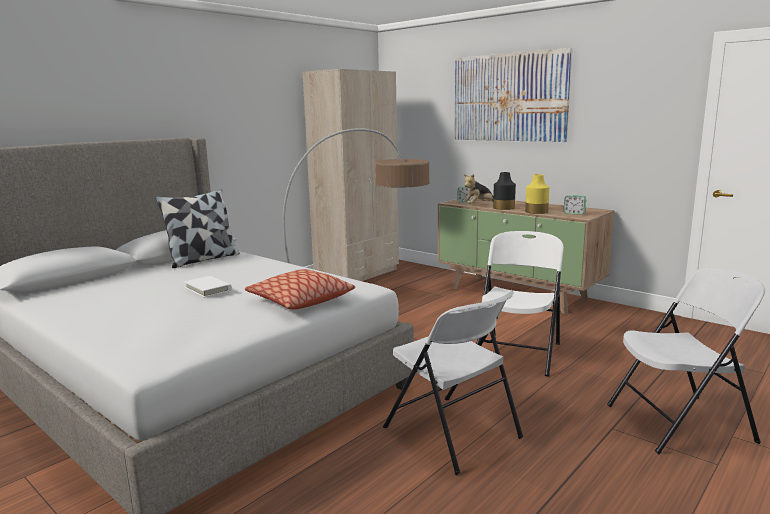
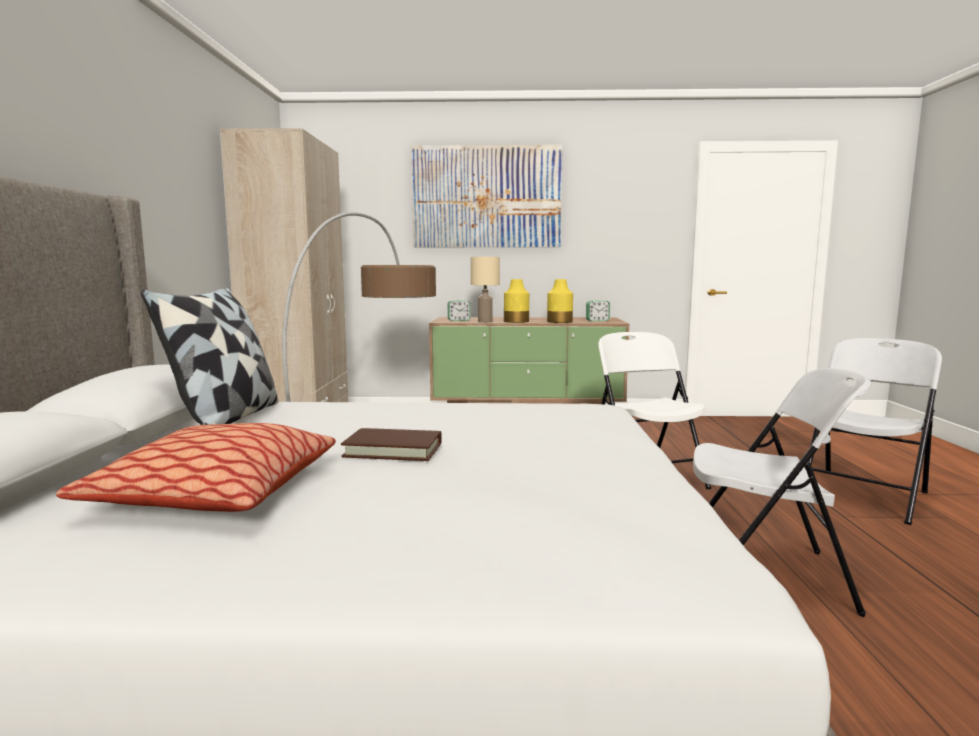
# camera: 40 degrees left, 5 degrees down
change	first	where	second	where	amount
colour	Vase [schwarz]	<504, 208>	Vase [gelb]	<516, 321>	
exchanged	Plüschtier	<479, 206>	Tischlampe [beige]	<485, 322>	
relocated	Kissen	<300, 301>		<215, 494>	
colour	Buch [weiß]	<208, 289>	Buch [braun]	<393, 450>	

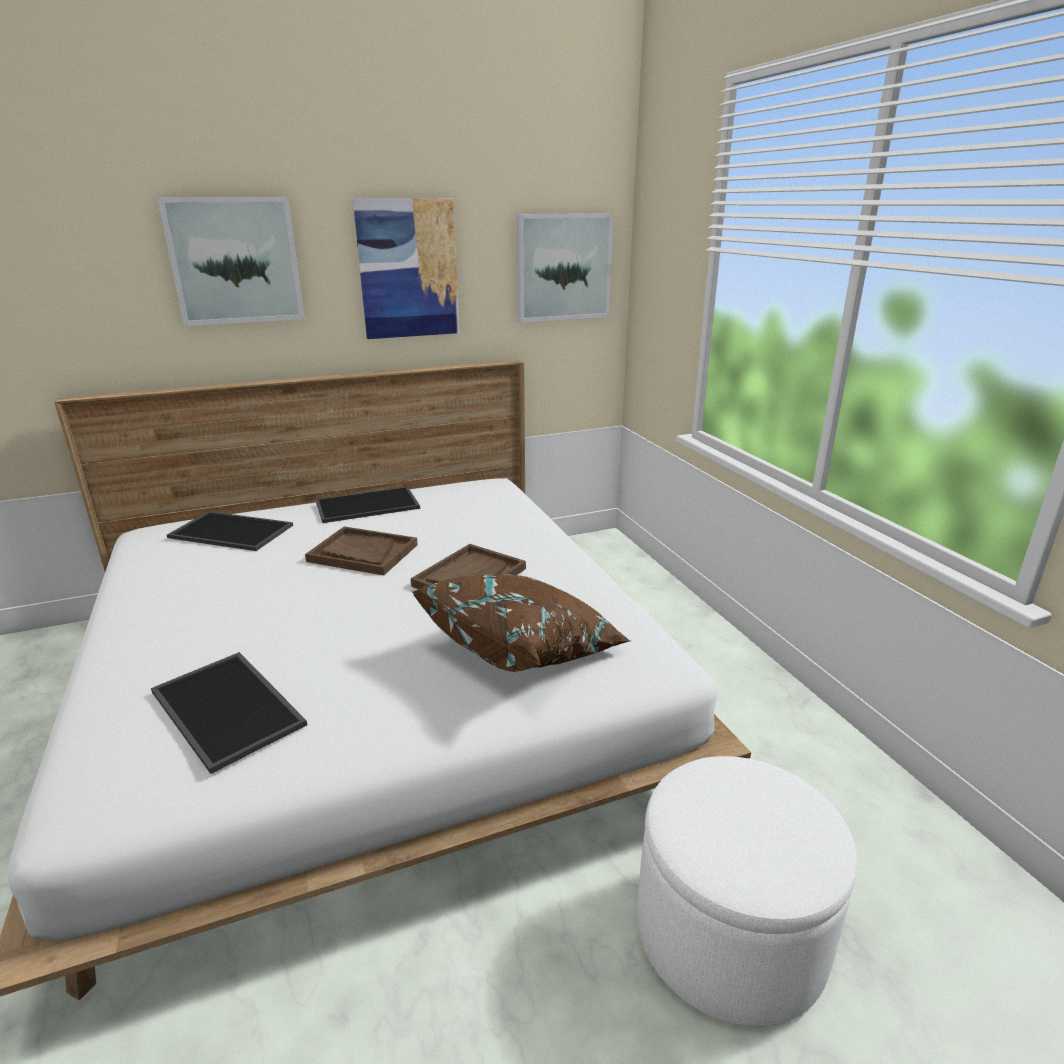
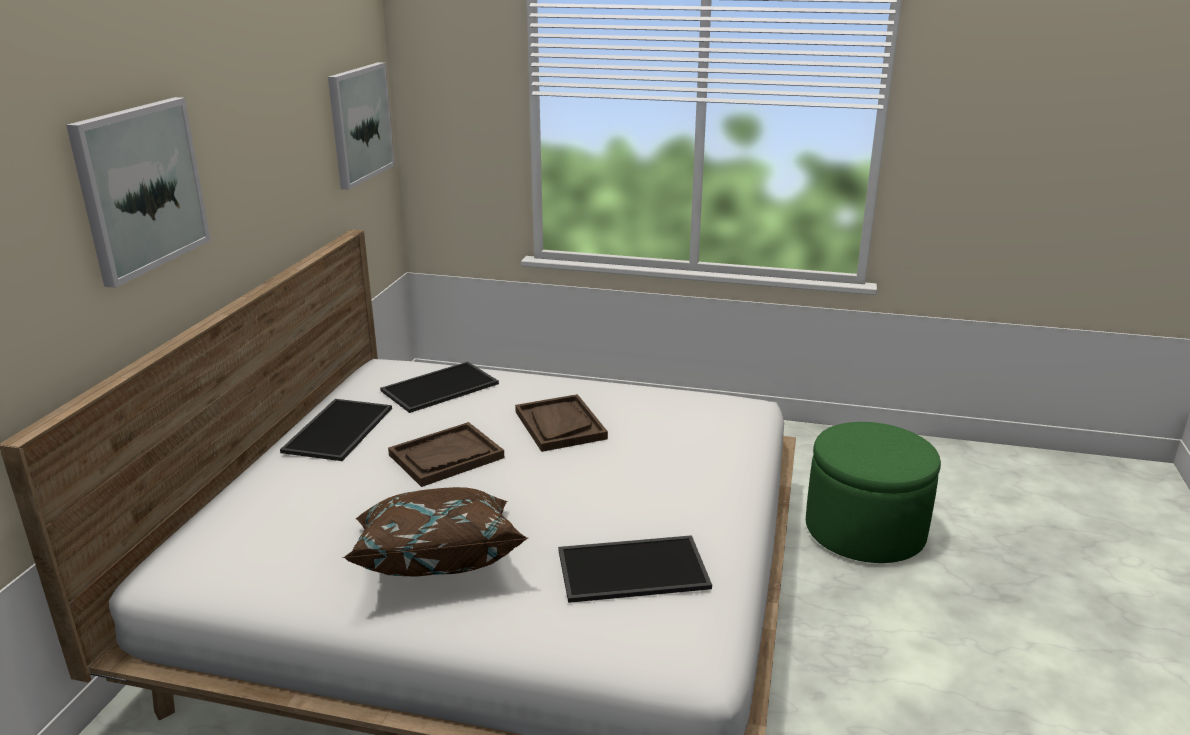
# camera: 55 degrees left, 0 degrees up
change	first	where	second	where	amount
missing	Bild	<408, 269>			
relocated	Tablett	<229, 532>		<440, 388>	
relocated	Kissen [braun]	<524, 649>		<437, 557>	
colour	Polsterhocker [weiß]	<729, 933>	Polsterhocker [grün]	<864, 531>	

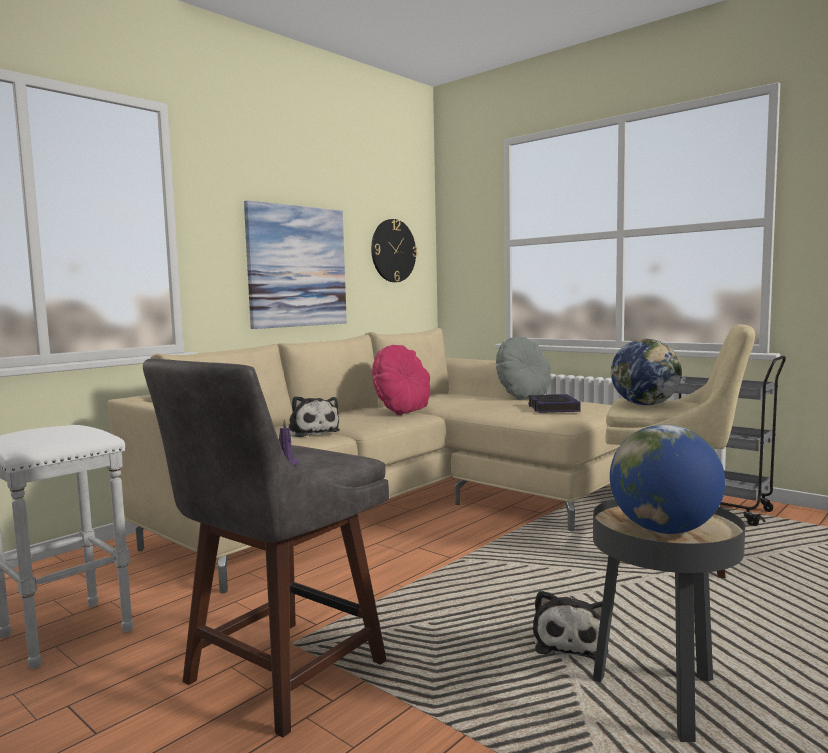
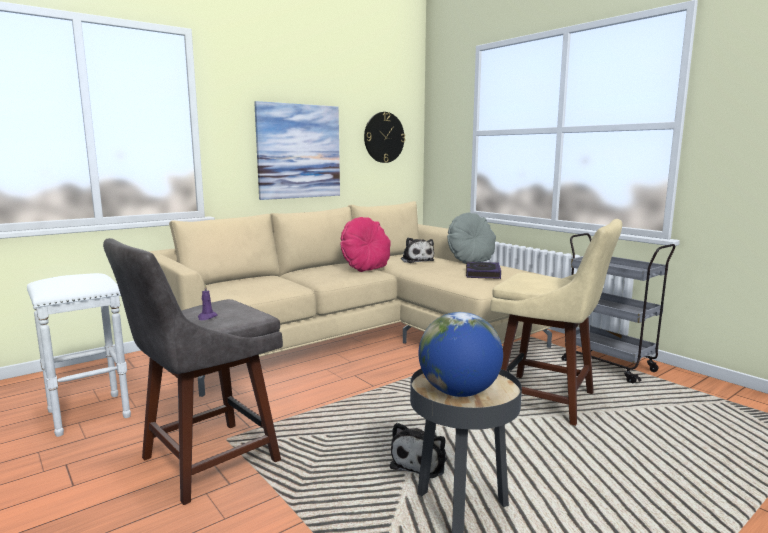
# camera: 10 degrees right, 5 degrees up
change	first	where	second	where	amount
missing	Globus	<645, 404>			
relocated	Plüschtier	<312, 432>		<416, 260>	

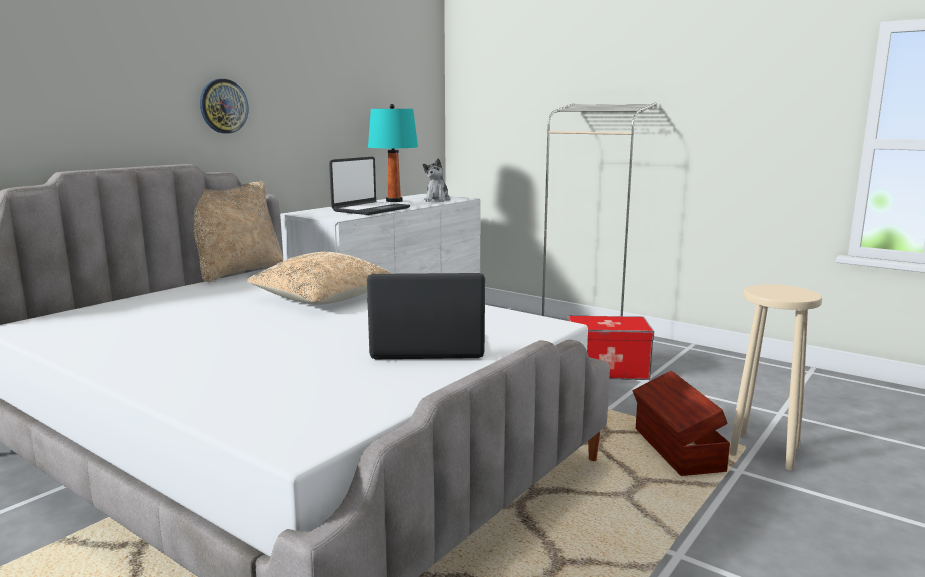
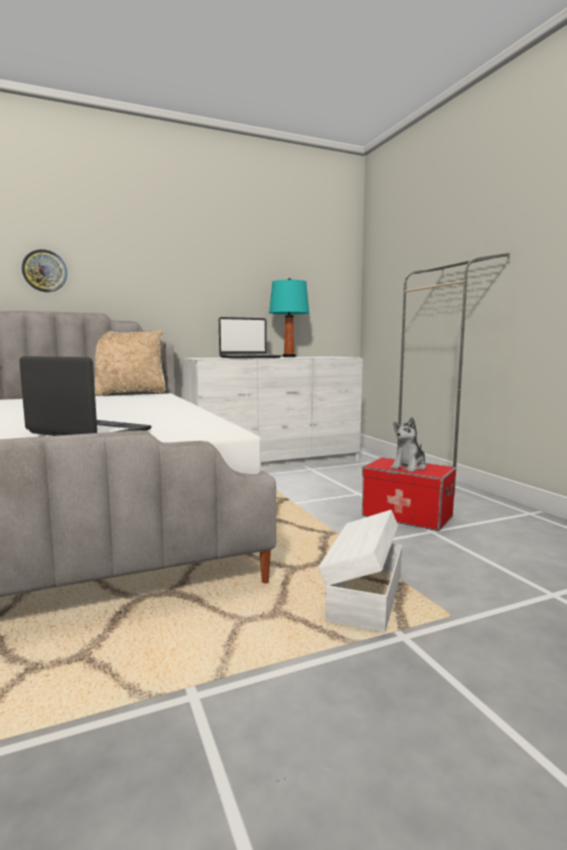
# camera: 30 degrees right, 5 degrees down
change	first	where	second	where	amount
relocated	Wanduhr	<223, 106>		<44, 271>	
relocated	Plüschtier	<437, 200>		<409, 467>	
missing	Kissen [beige]	<324, 296>			
missing	Hocker [beige]	<763, 451>			
colour	Aufbewahrungsbox [braun]	<677, 450>	Aufbewahrungsbox [weiß]	<364, 597>	

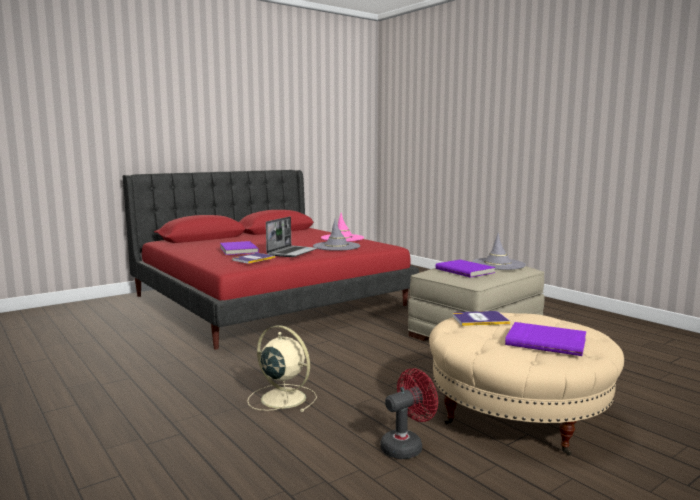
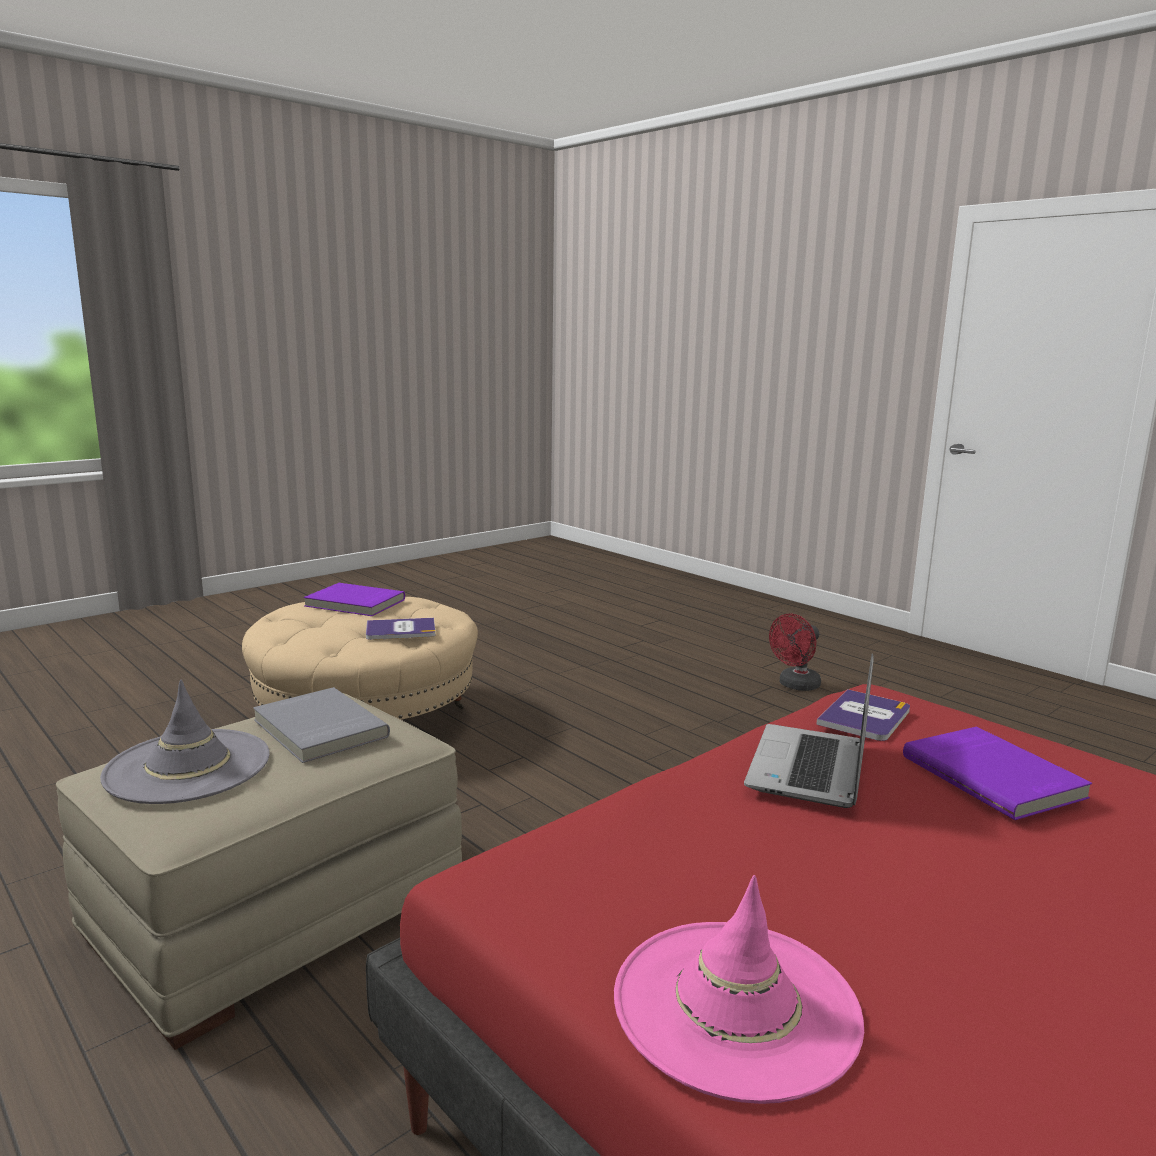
# camera: 175 degrees right, 5 degrees up
change	first	where	second	where	amount
missing	Hut [grau]	<336, 246>			
colour	Buch [lila]	<465, 270>	Buch [grau]	<318, 729>	
missing	Ventilator [beige]	<281, 398>			
relocated	Ventilator [rot]	<406, 446>		<795, 686>	

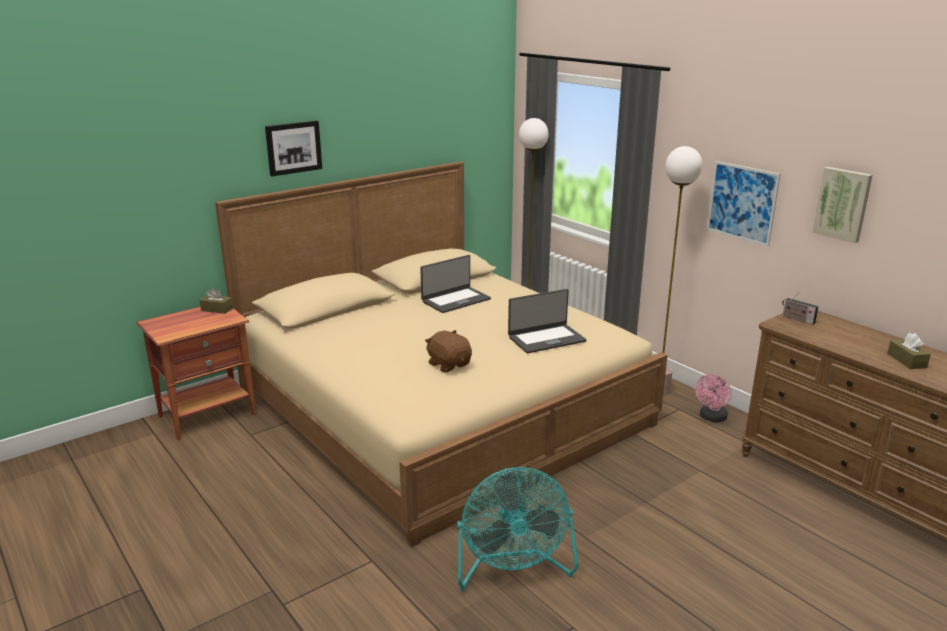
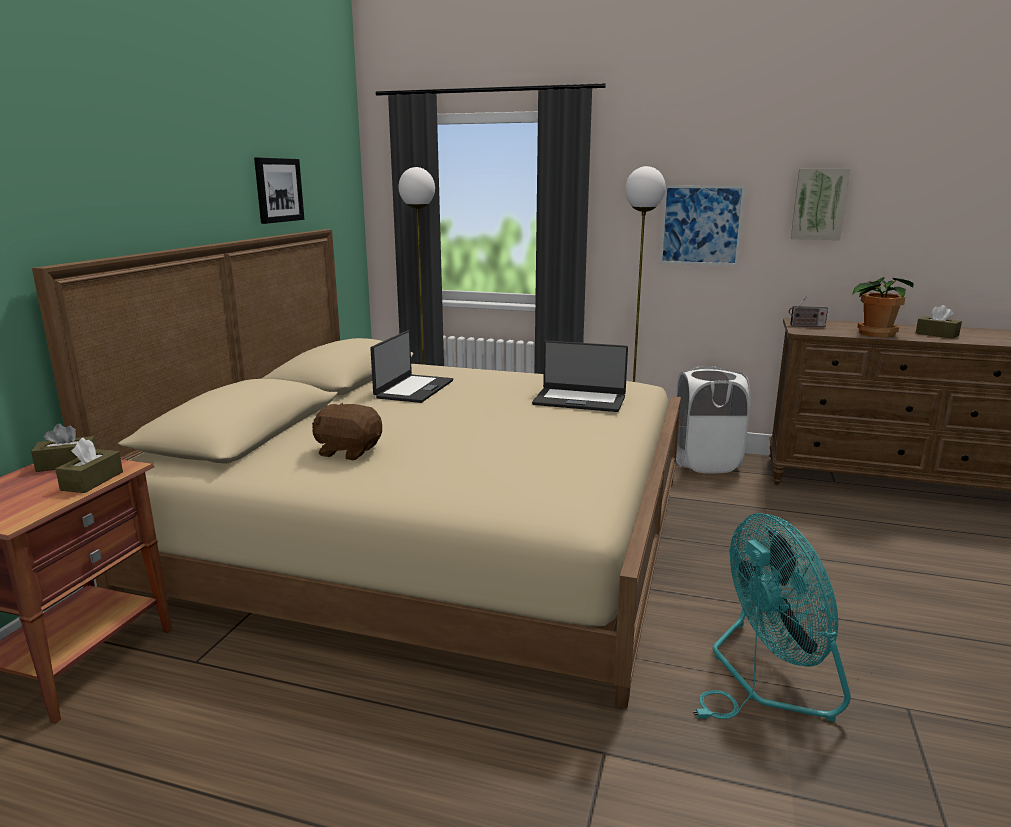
# camera: 35 degrees left, 5 degrees down
change	first	where	second	where	amount
relocated	Bild	<293, 147>		<278, 190>	
spun	Laptop	<546, 339>		<579, 400>	75 degrees clockwise
relocated	Plüschtier [braun]	<449, 364>		<348, 451>	
exchanged	Ventilator [rosa]	<711, 418>	Wäschekorb [weiß]	<705, 463>	
spun	Ventilator [türkis]	<507, 567>		<757, 677>	60 degrees counterclockwise
appeared			Topfpflanze	<875, 333>	
appeared			Taschentuchbox [braun]	<92, 481>	

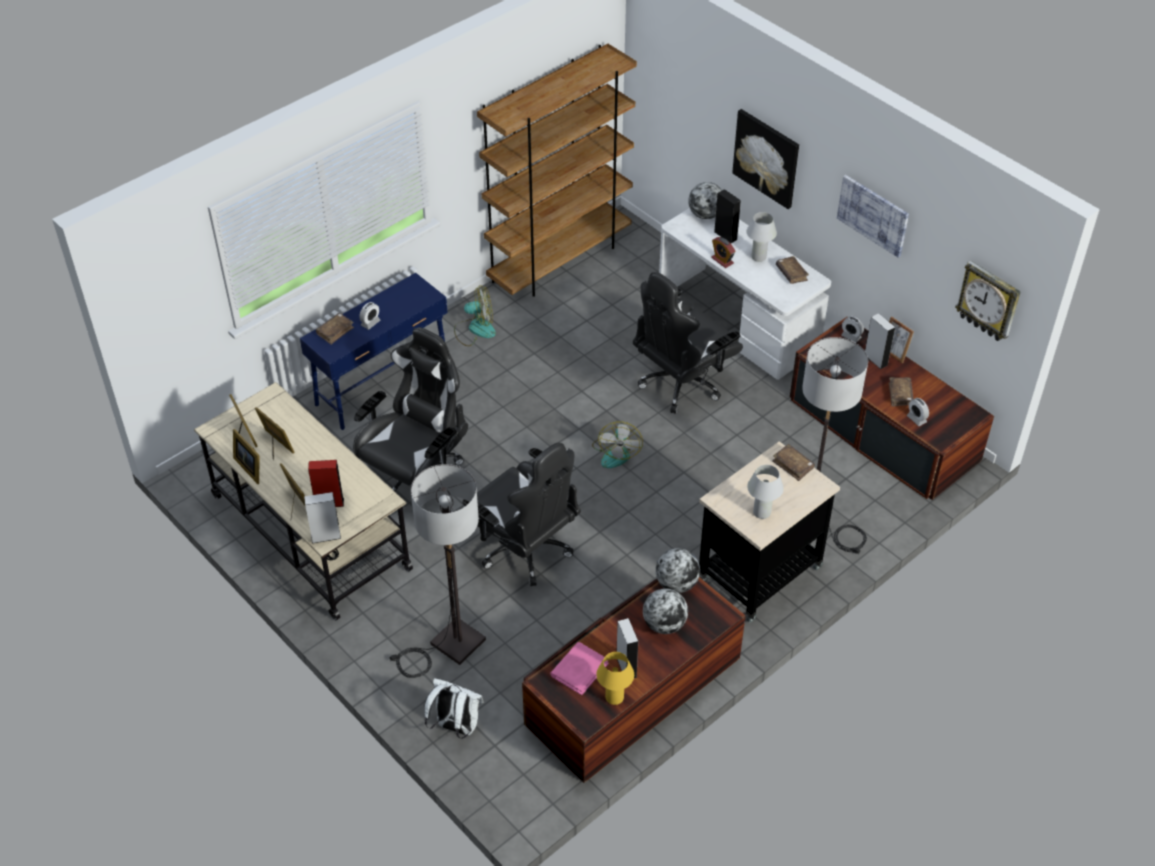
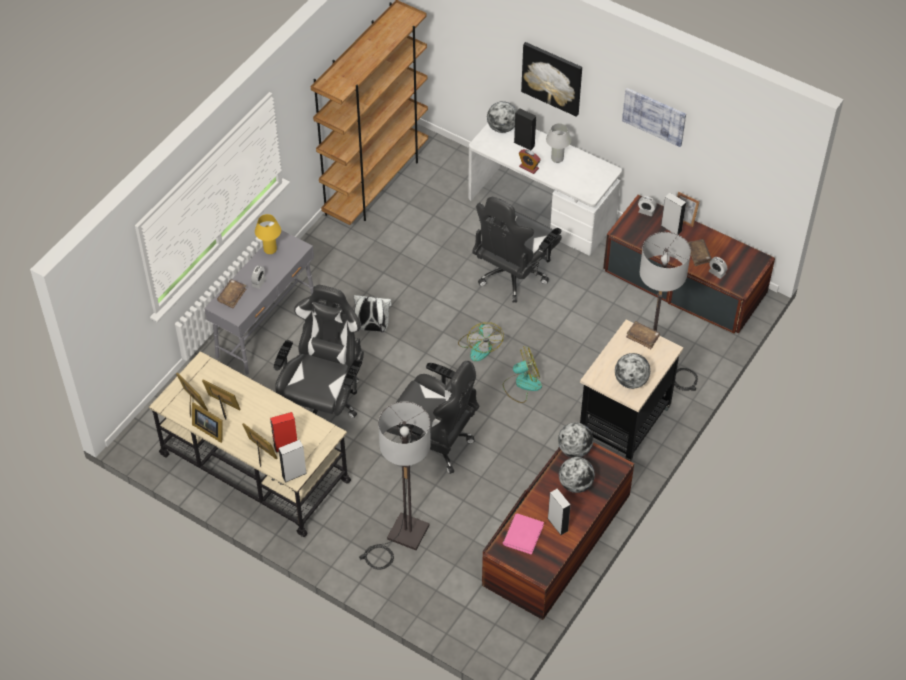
# camera: 15 degrees left, 5 degrees up
change	first	where	second	where	amount
missing	Buch [braun]	<791, 273>			
missing	Wanduhr	<988, 301>			
colour	Konsolentisch [blau]	<383, 385>	Konsolentisch [grau]	<267, 328>	
relocated	Ventilator	<475, 329>		<522, 384>	
exchanged	Tischlampe [weiß]	<762, 512>	Globus	<631, 381>	
relocated	Tischlampe [gelb]	<614, 697>		<270, 249>	
relocated	Rucksack [weiß]	<455, 726>		<372, 328>	

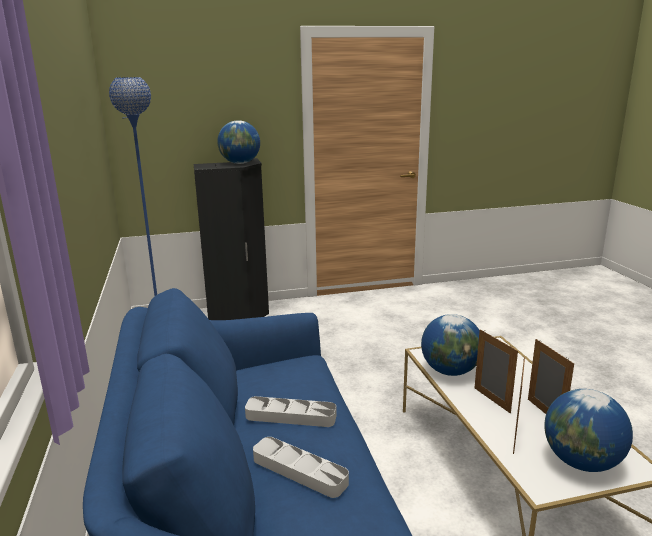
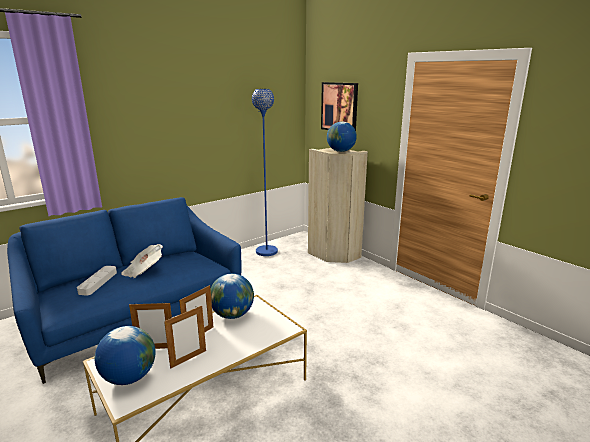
# camera: 65 degrees right, 0 degrees up
change	first	where	second	where	amount
colour	Schrank [schwarz]	<237, 315>	Schrank [beige]	<334, 254>	
exchanged	Tablett [grau]	<291, 416>	Zeitung	<143, 271>	
appeared			Bild	<339, 107>	

